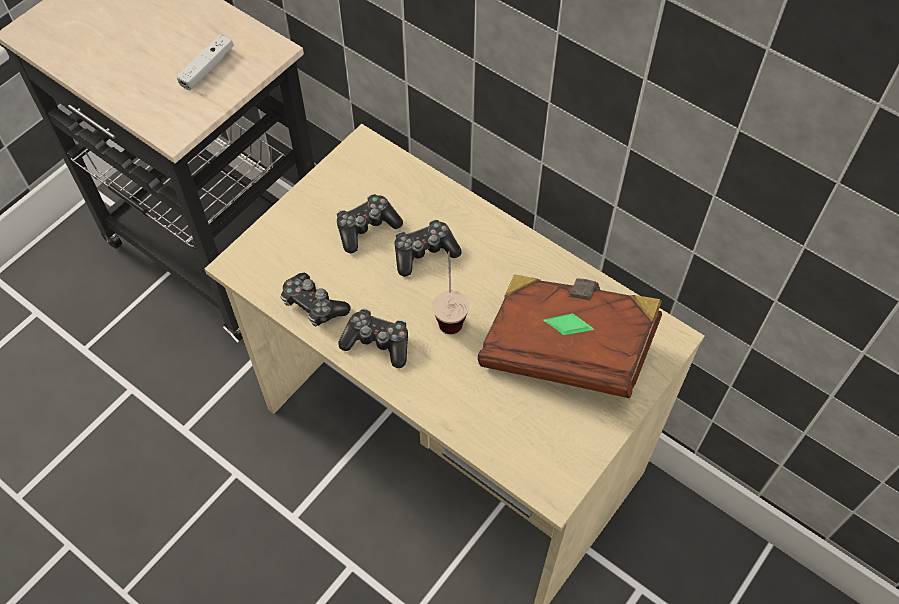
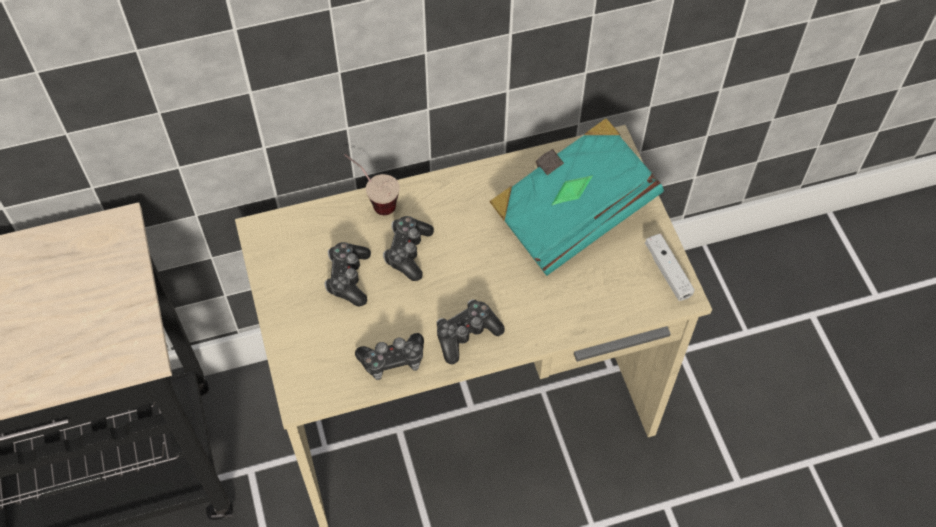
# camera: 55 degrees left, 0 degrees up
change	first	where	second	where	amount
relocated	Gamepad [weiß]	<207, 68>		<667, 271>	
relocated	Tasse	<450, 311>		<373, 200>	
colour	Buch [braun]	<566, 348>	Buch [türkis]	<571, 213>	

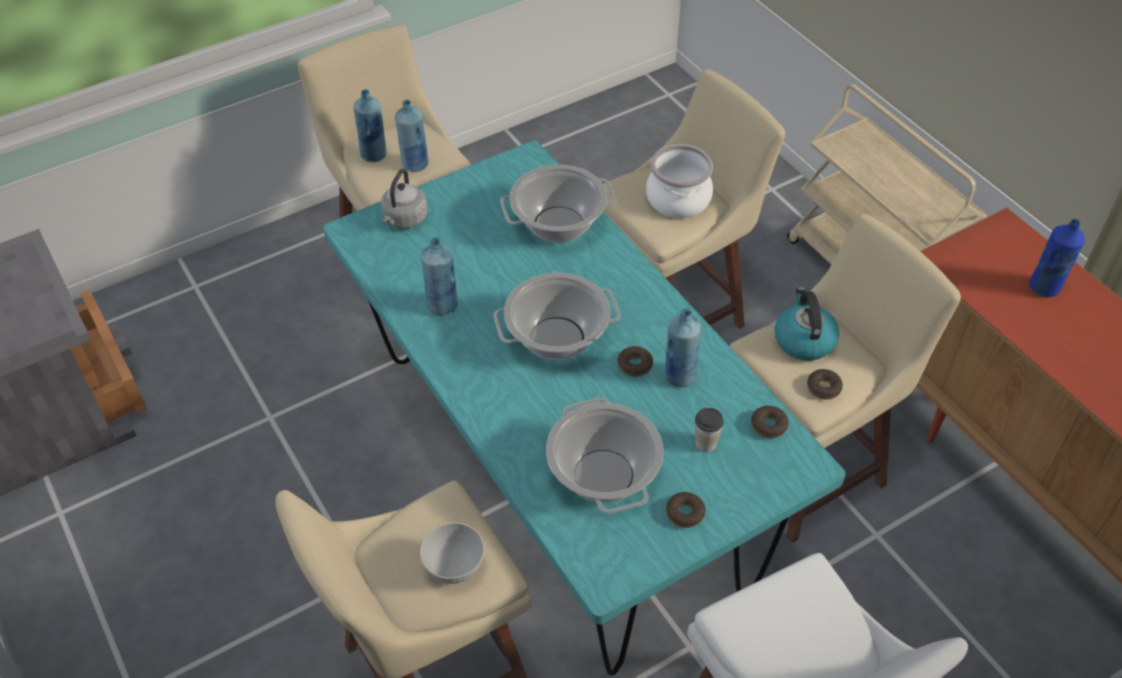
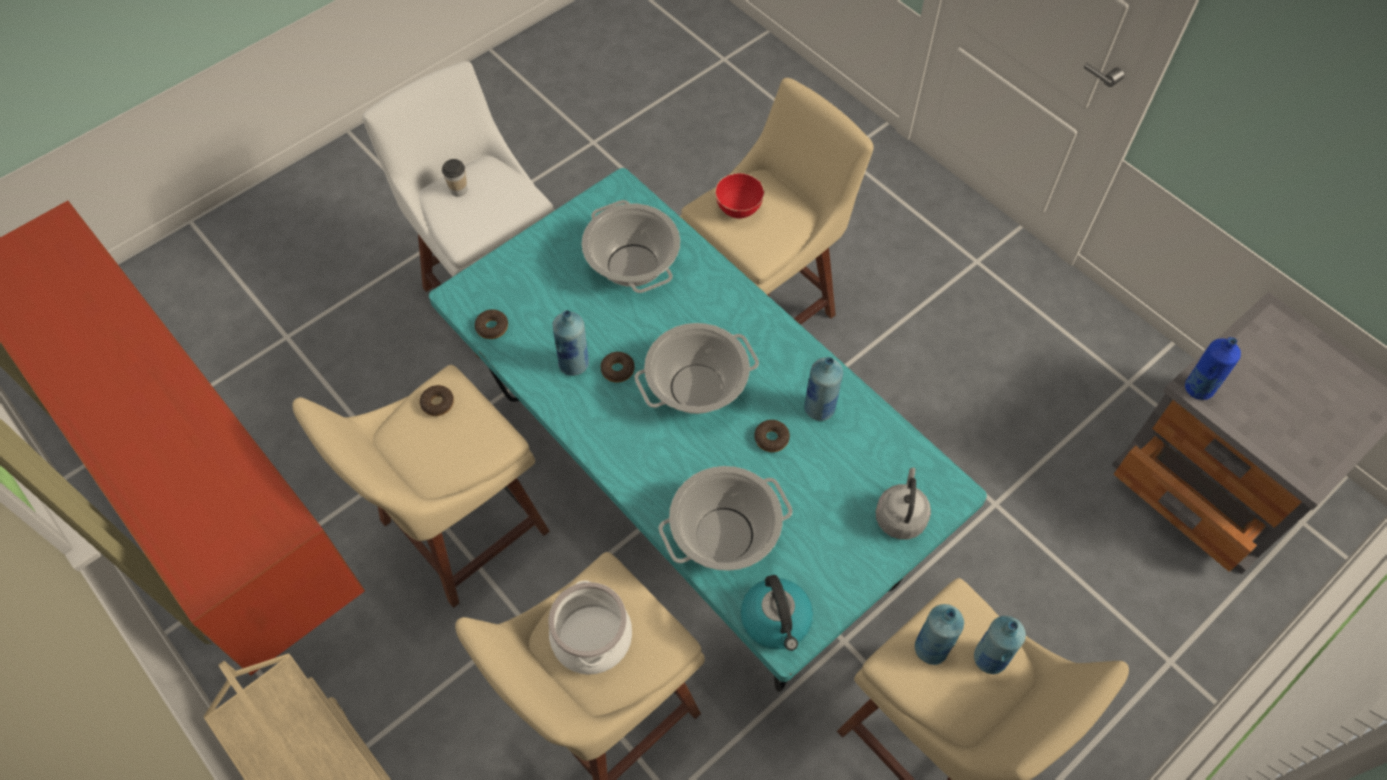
# camera: 170 degrees right, 10 degrees up
change	first	where	second	where	amount
relocated	Flasche [blau]	<1044, 288>		<1198, 388>	
relocated	Wasserkessel	<803, 340>		<776, 620>	
relocated	Tasse	<705, 443>		<459, 190>	
relocated	Donut	<685, 513>		<771, 438>	
colour	Schüssel [grau]	<454, 567>	Schüssel [rot]	<738, 209>	

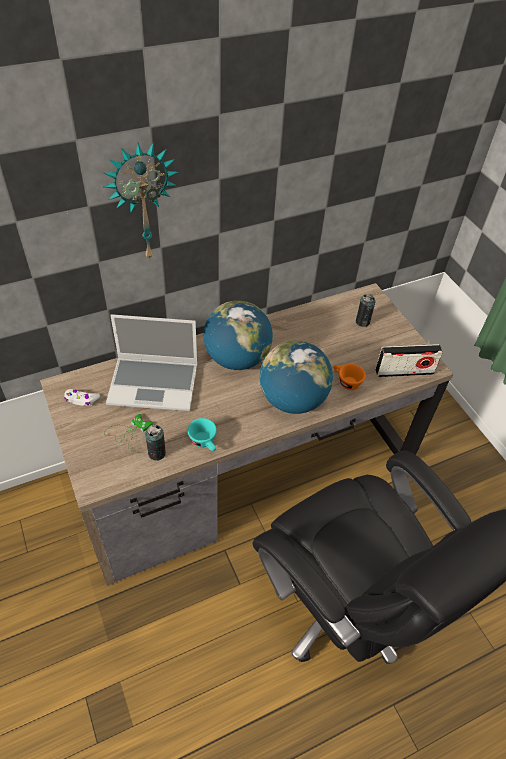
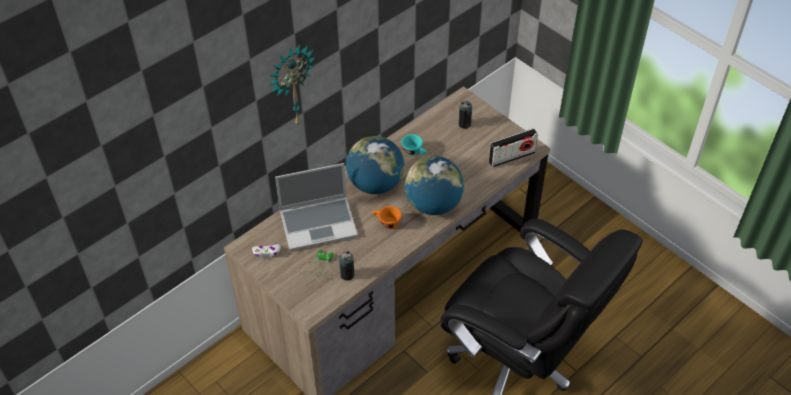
# camera: 15 degrees left, 0 degrees up
change	first	where	second	where	amount
relocated	Tasse [orange]	<345, 382>		<386, 222>	
relocated	Tasse [türkis]	<205, 443>		<414, 152>	

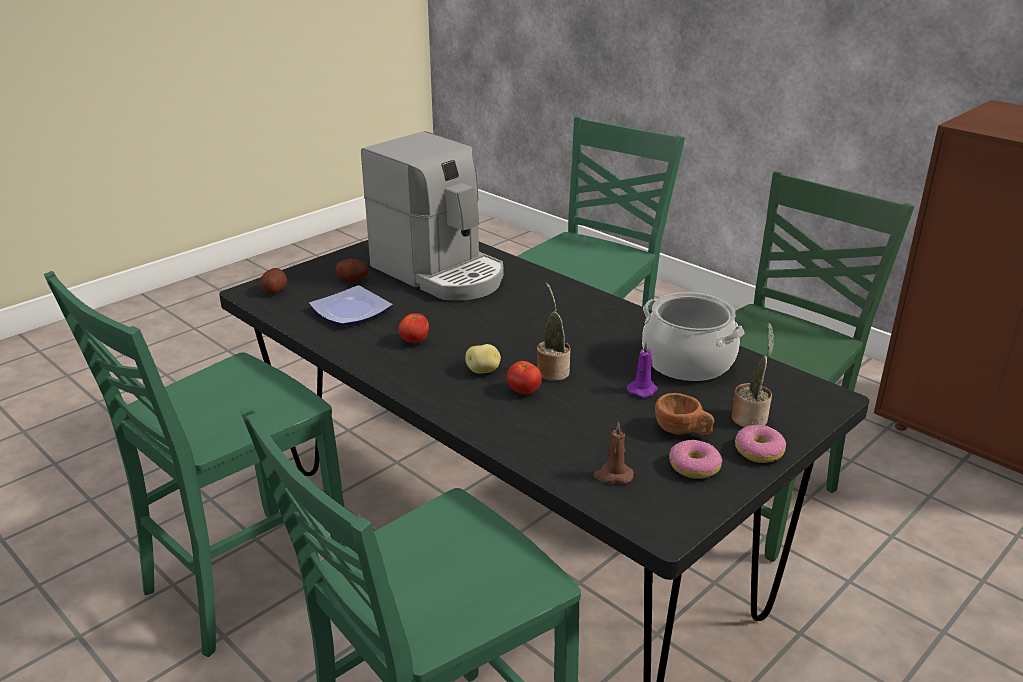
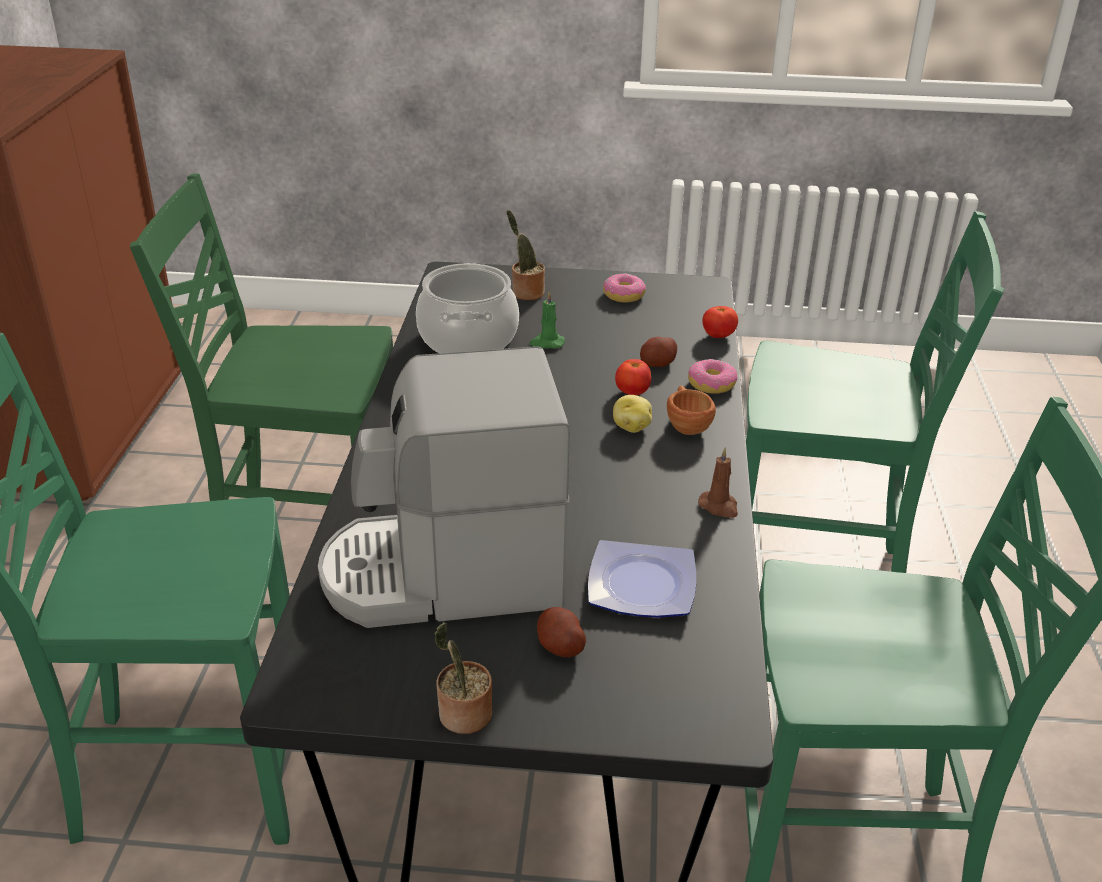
# camera: 130 degrees left, 5 degrees up
change	first	where	second	where	amount
spun	Kaffeemaschine	<440, 273>		<445, 575>	105 degrees counterclockwise
relocated	Kartoffel	<274, 291>		<657, 364>	
relocated	Topfpflanze	<552, 371>		<463, 716>	
relocated	Tomate	<414, 341>		<718, 336>	
colour	Kerze [lila]	<643, 389>	Kerze [grün]	<546, 343>	
relocated	Tasse [braun]	<682, 431>		<686, 425>	
relocated	Kerze [braun]	<613, 475>		<719, 506>	
relocated	Donut	<758, 451>		<711, 384>	

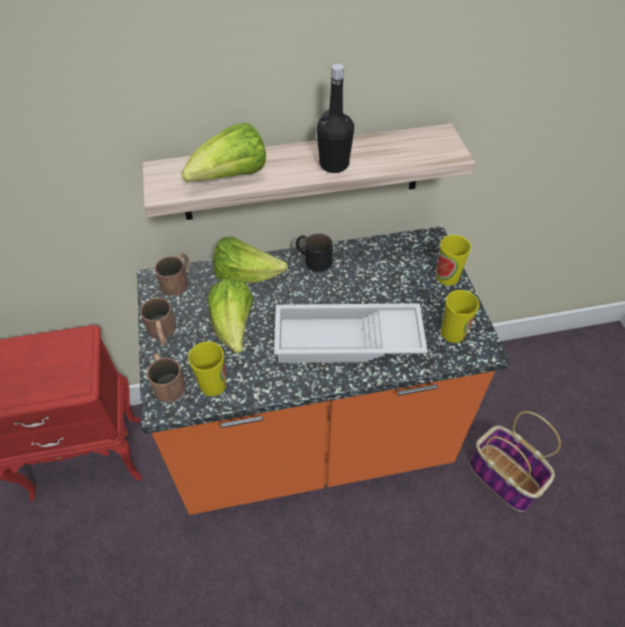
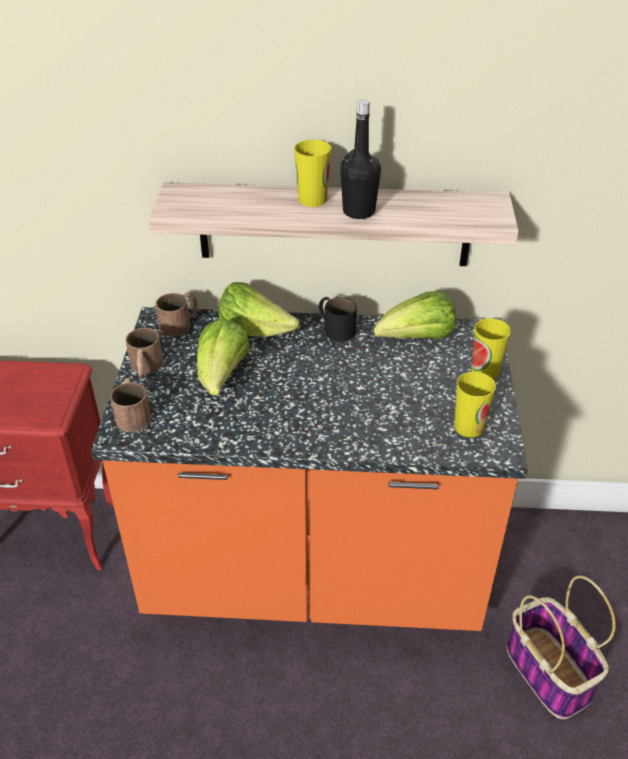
# camera: 15 degrees right, 10 degrees down
change	first	where	second	where	amount
relocated	Salatkopf	<231, 178>		<417, 339>	
missing	Tablett [weiß]	<346, 341>			
relocated	Tasse	<213, 384>		<312, 199>	

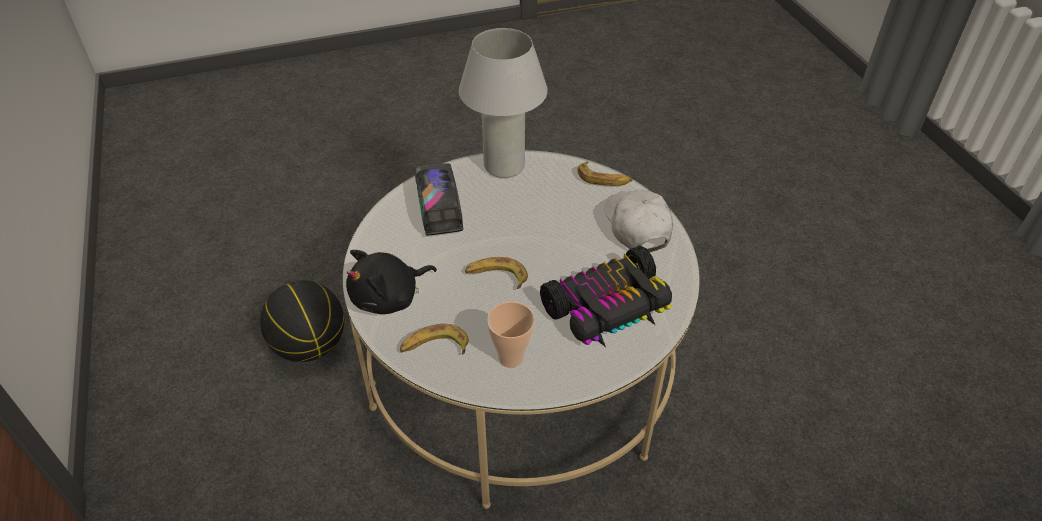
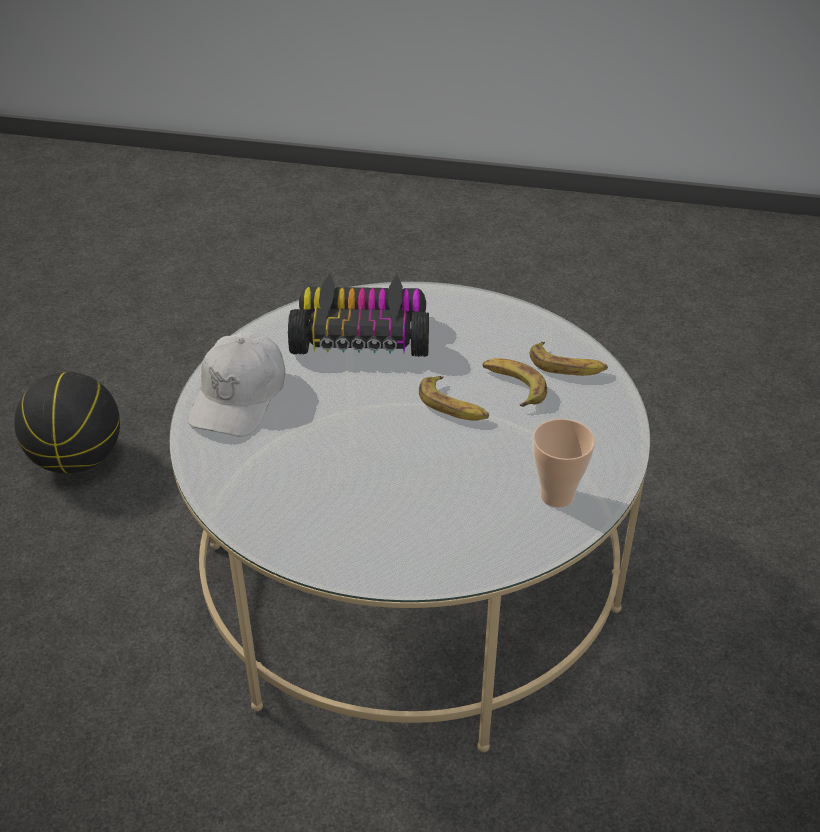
# camera: 150 degrees left, 5 degrees down
change	first	where	second	where	amount
missing	Tischlampe [weiß]	<504, 166>			
relocated	Banane	<604, 179>		<513, 386>	
missing	Spielzeuglaster	<439, 207>			
missing	Plüschtier [schwarz]	<389, 298>			
relocated	Basketball	<310, 346>		<78, 459>	
relocated	Tasse	<511, 357>		<557, 495>	

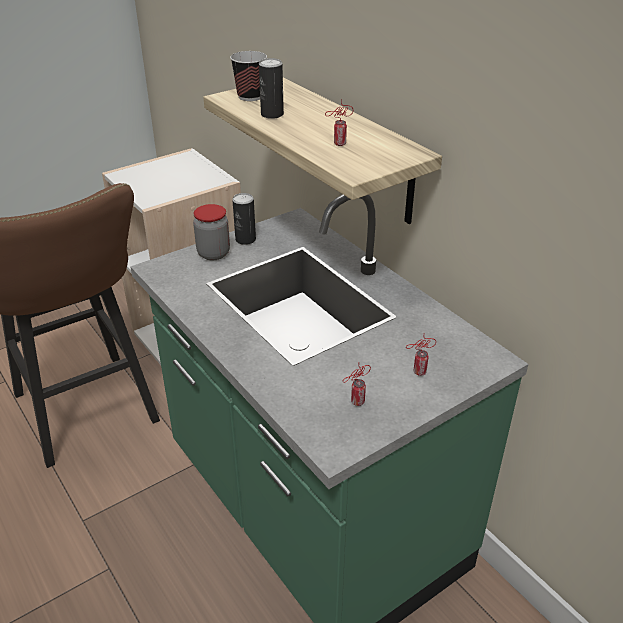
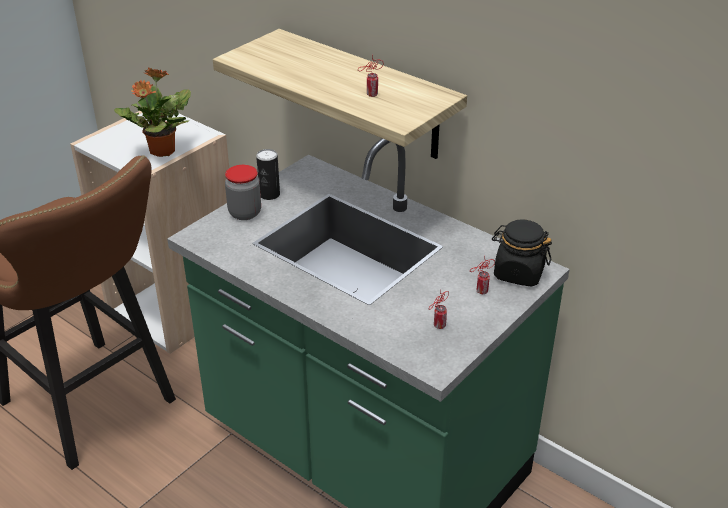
# camera: 15 degrees left, 0 degrees up
change	first	where	second	where	amount
missing	Tasse	<250, 96>			
missing	Dose	<272, 114>			
appeared			Topfpflanze	<161, 151>	
appeared			Vorratsglas [schwarz]	<518, 273>	

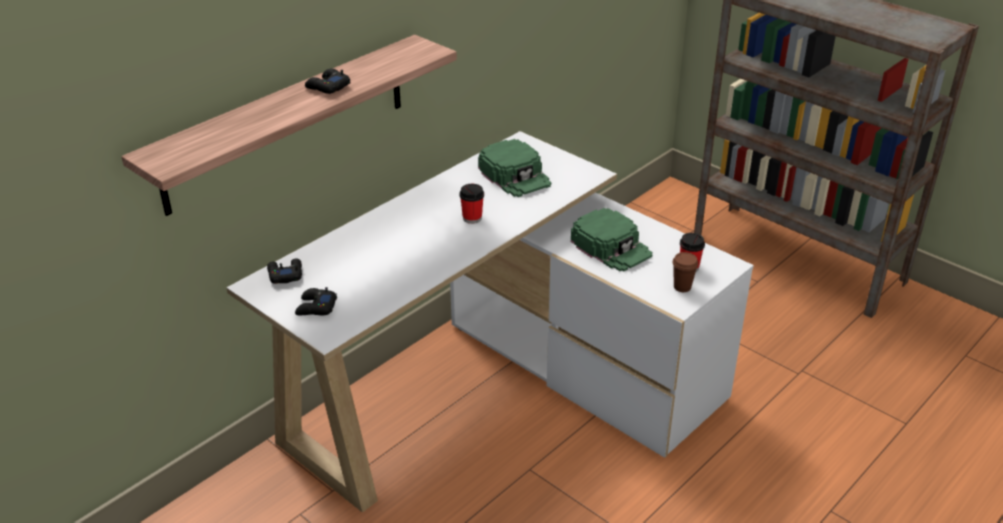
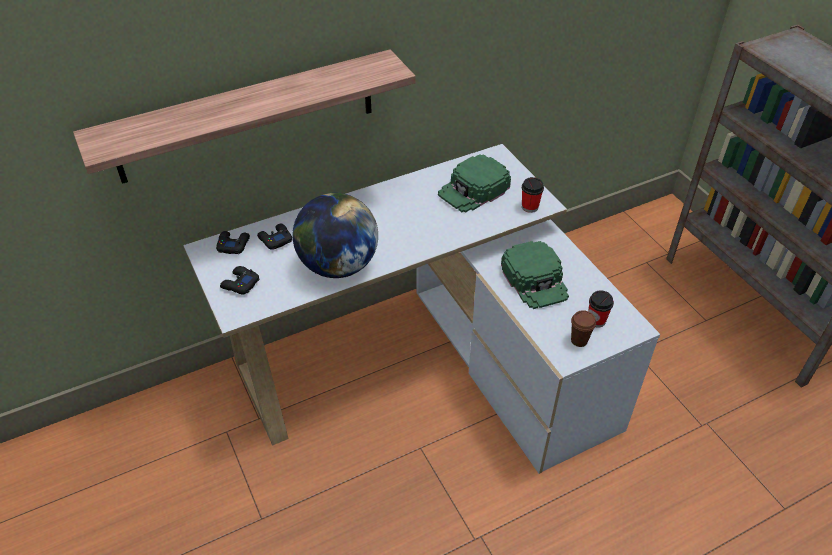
# camera: 20 degrees right, 10 degrees up
change	first	where	second	where	amount
relocated	Gamepad [schwarz]	<327, 87>		<275, 239>	
spun	Kappe [grün]	<515, 175>		<474, 190>	60 degrees clockwise
relocated	Tasse	<472, 218>		<530, 207>	
appeared			Globus	<338, 265>	

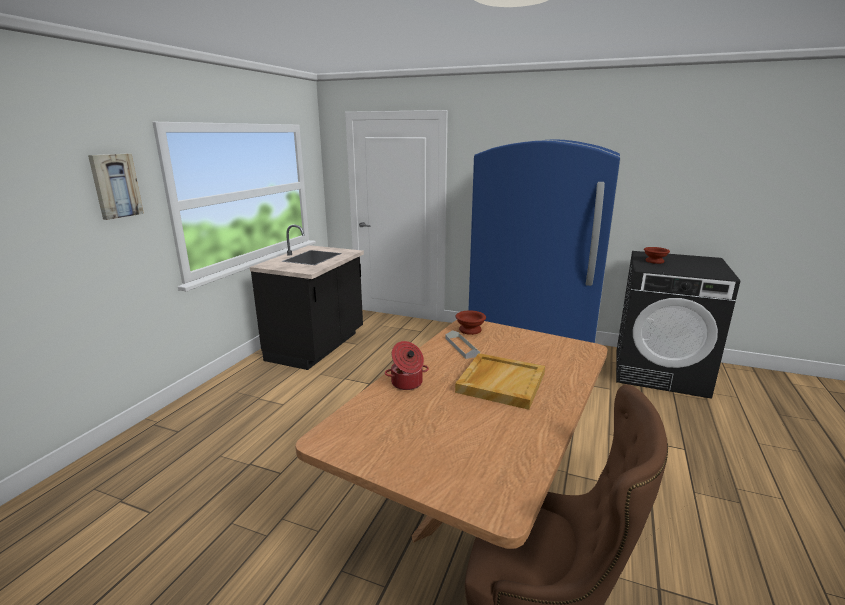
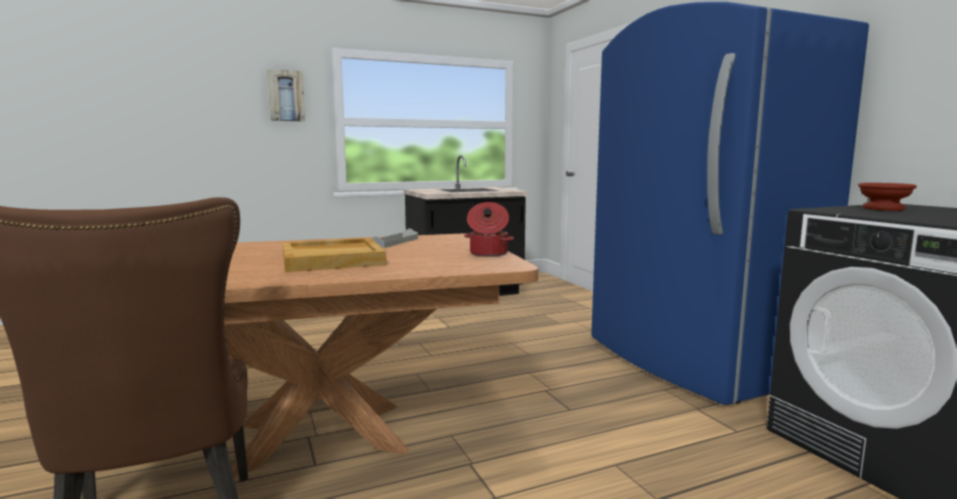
# camera: 45 degrees right, 10 degrees down
change	first	where	second	where	amount
missing	Schüssel [braun]	<470, 330>			
relocated	Kochtopf	<407, 383>		<488, 254>	

